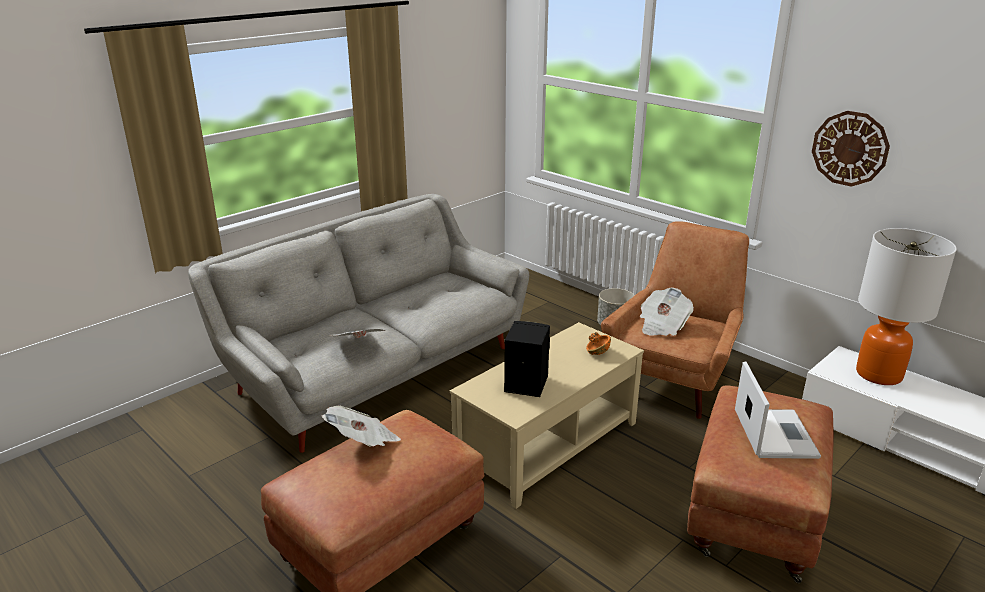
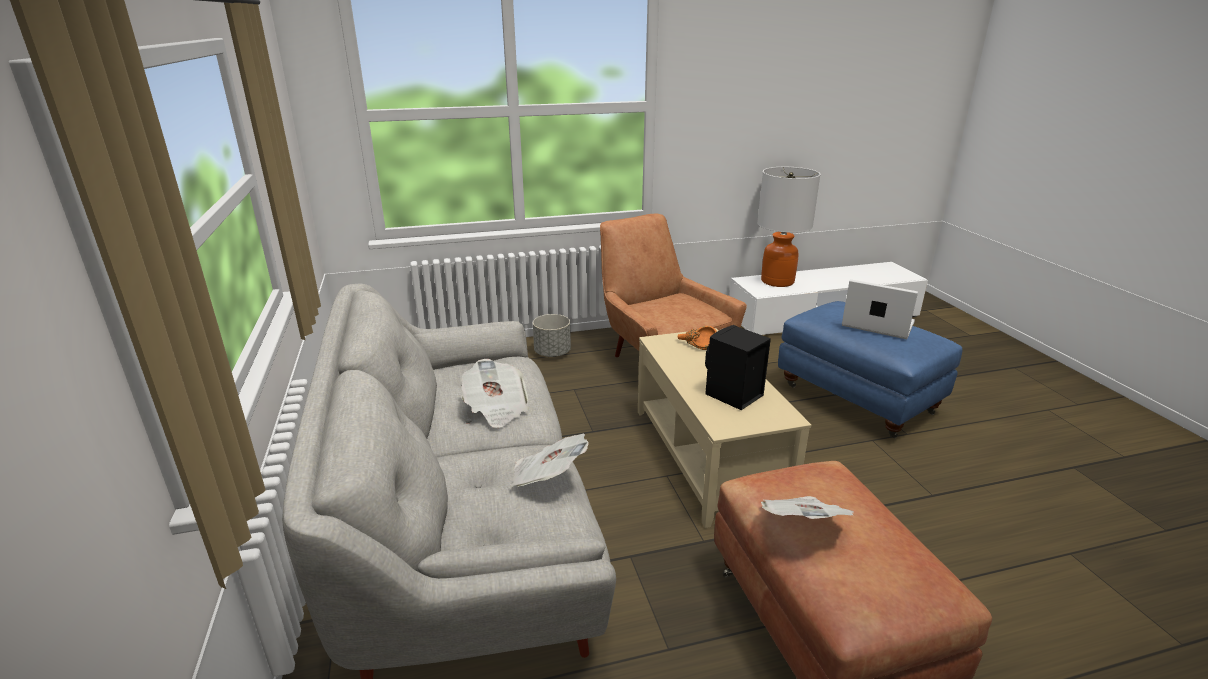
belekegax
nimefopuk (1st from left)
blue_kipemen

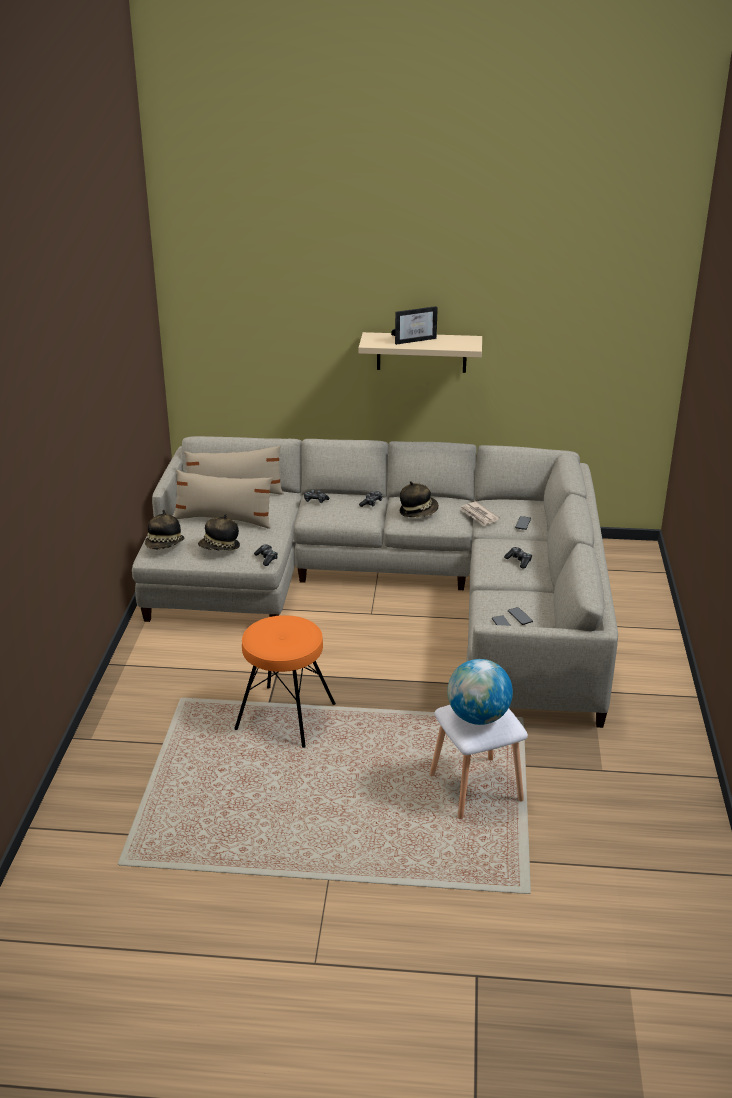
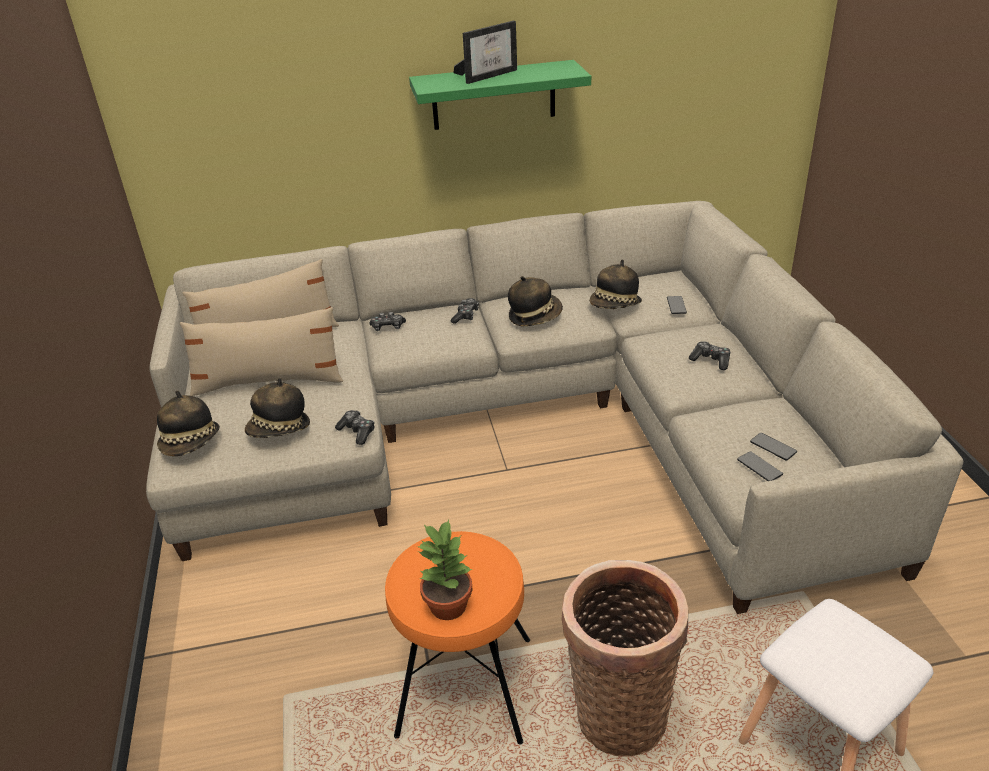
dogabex
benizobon
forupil
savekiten (4th from left)
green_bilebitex

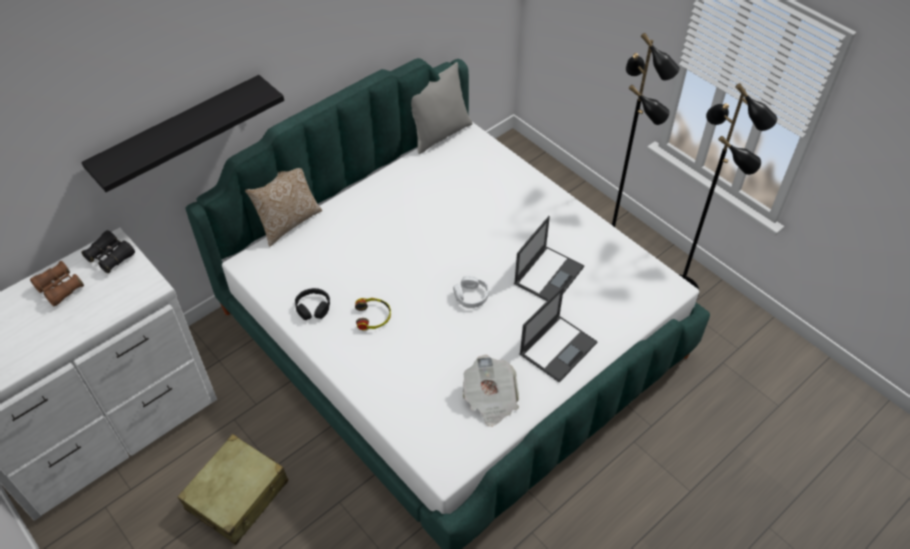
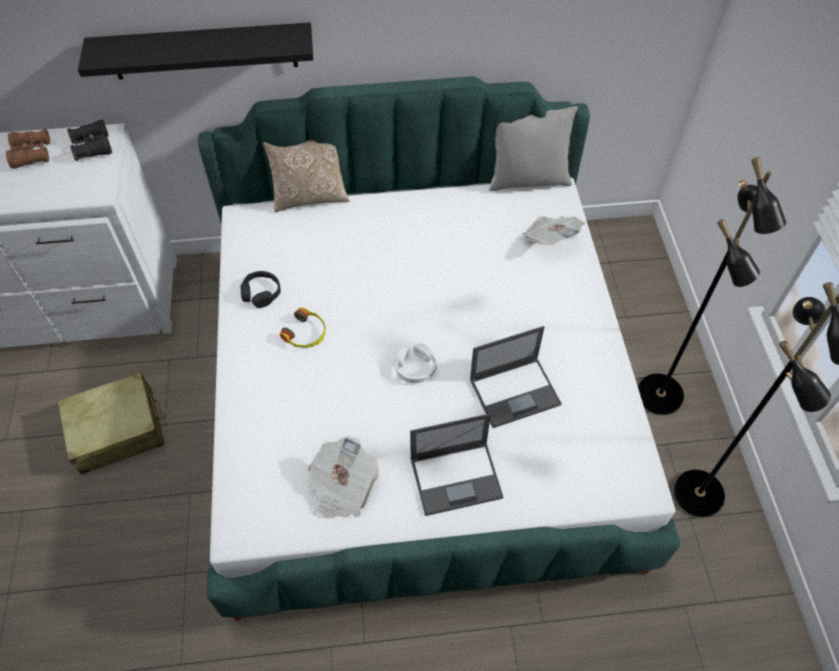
nimefopuk (2nd from left)

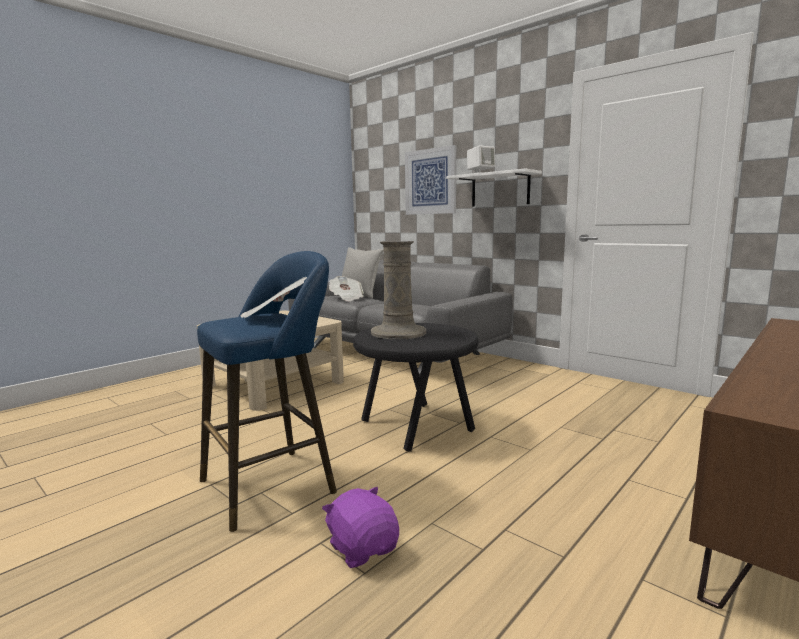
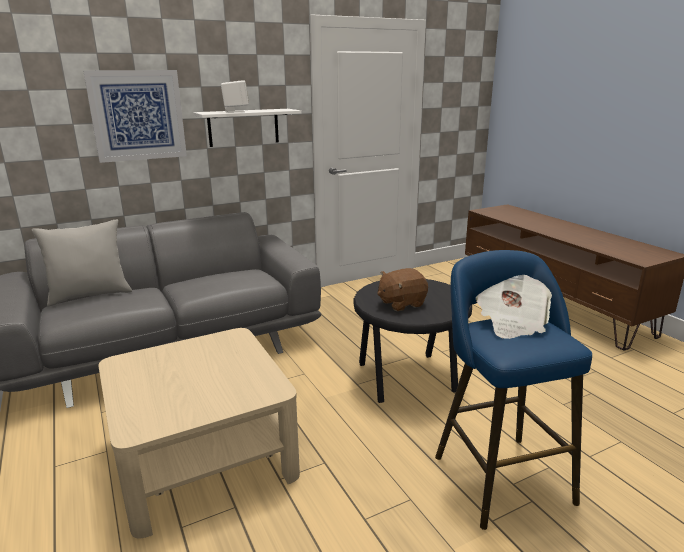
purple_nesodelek
nimefopuk (2nd from left in the first image)
brown_nesodelek

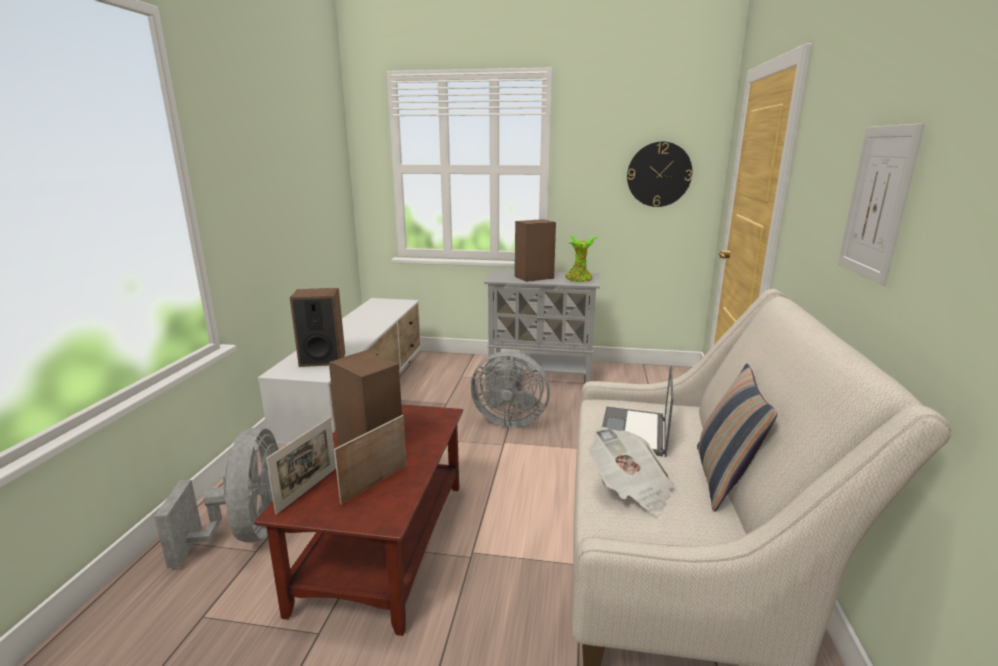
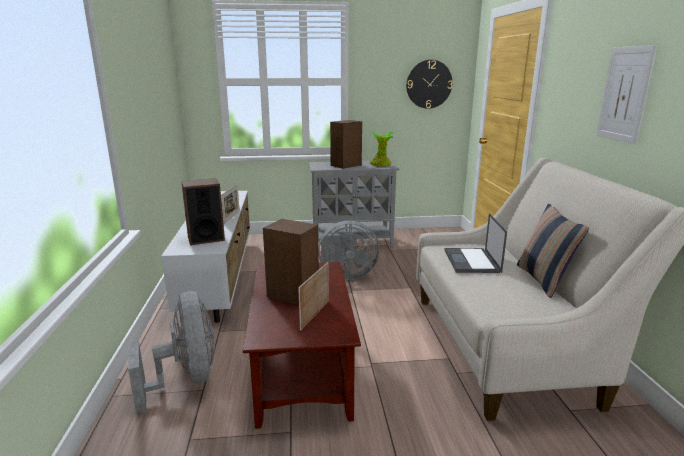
nimefopuk
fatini (1st from left)

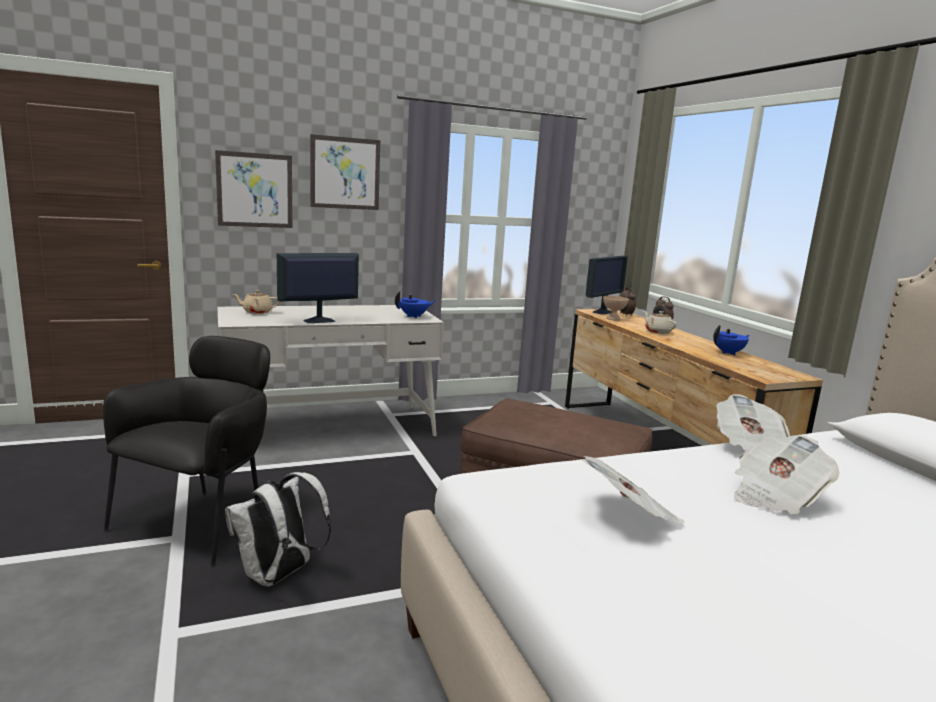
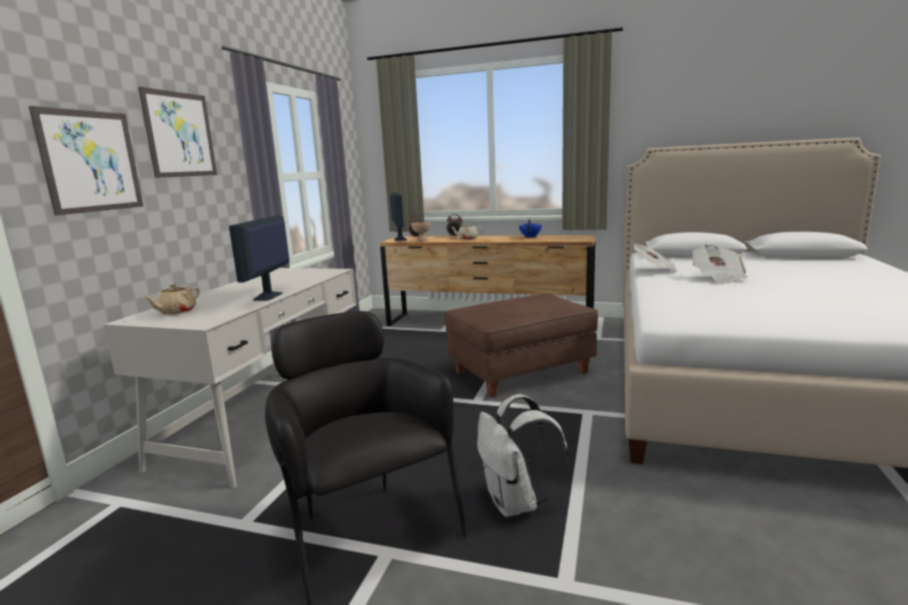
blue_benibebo (1st from left in the first image)
nimefopuk (1st from left in the first image)

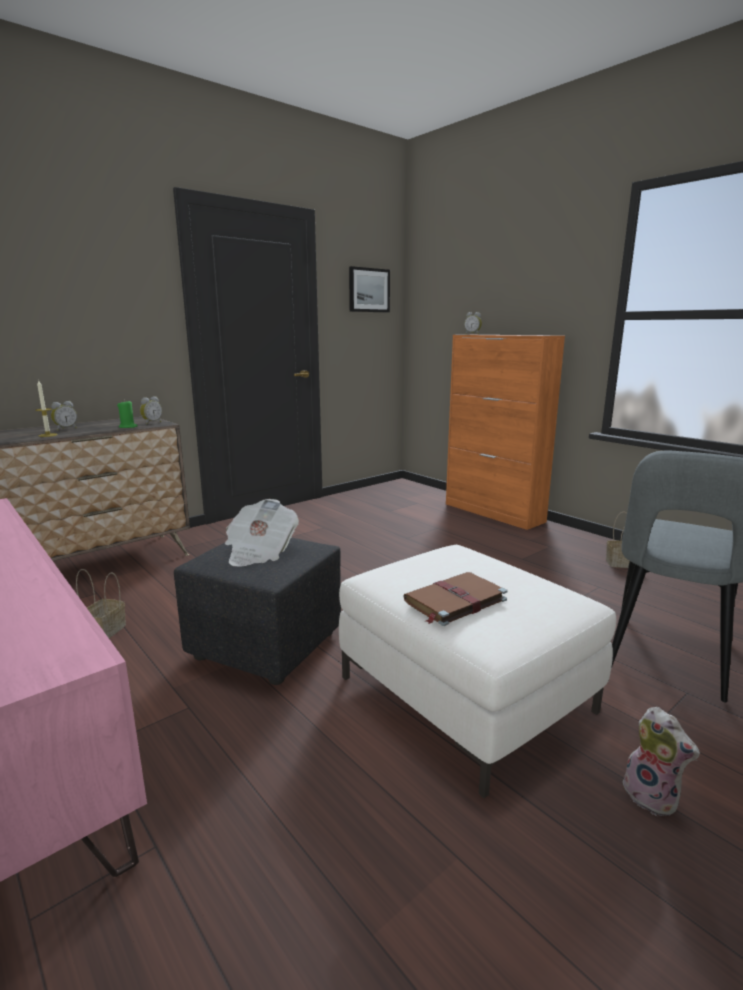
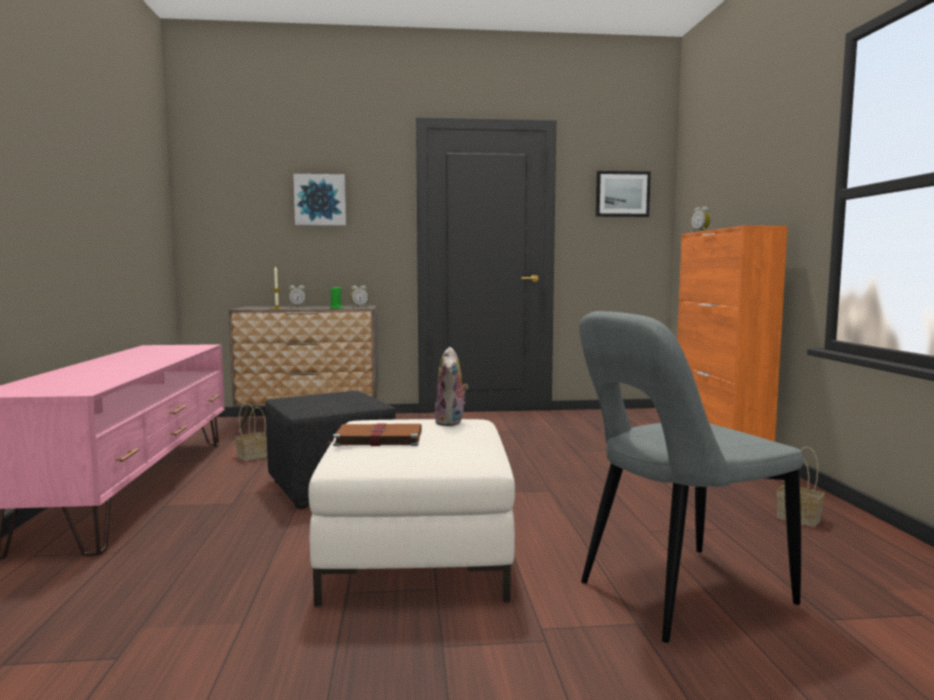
nimefopuk
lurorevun (1st from left)
nesodelek

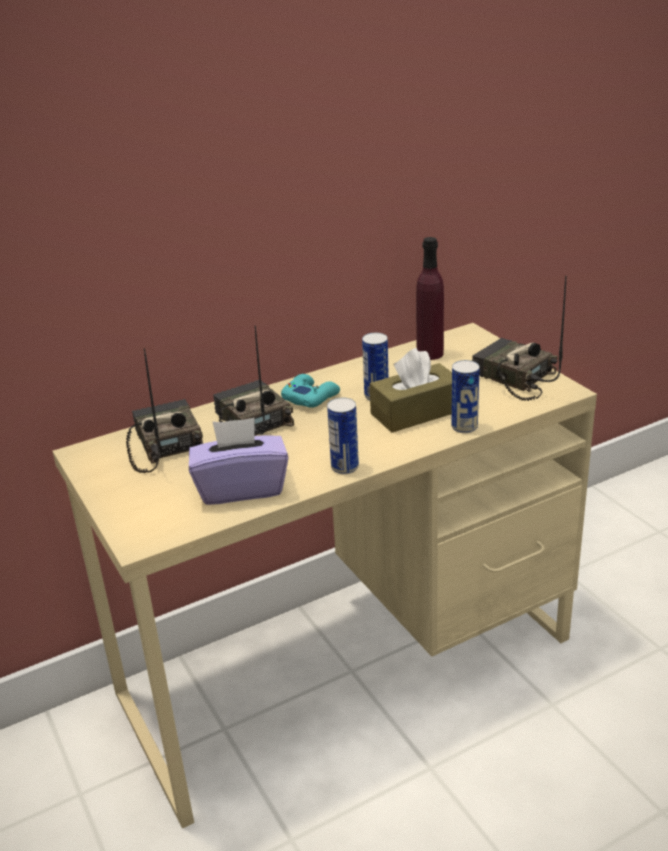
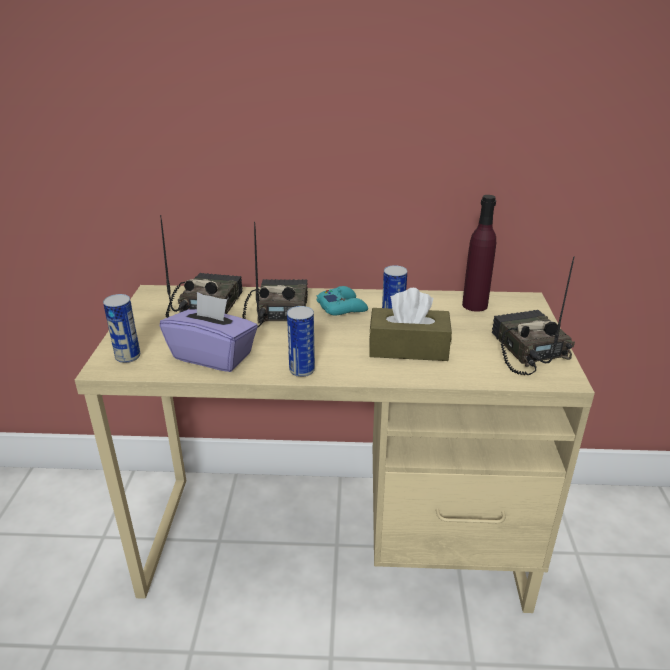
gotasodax (1st from left)

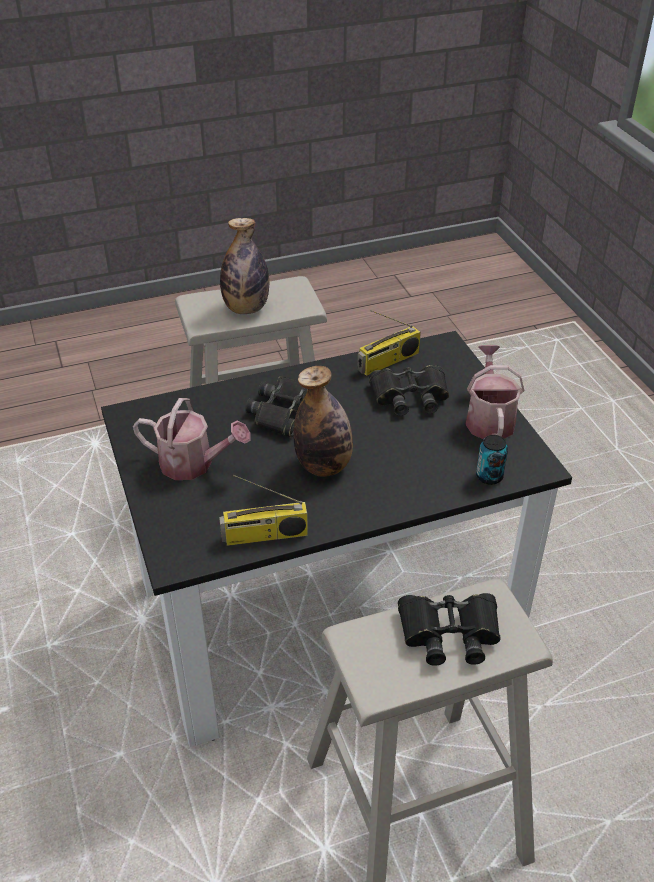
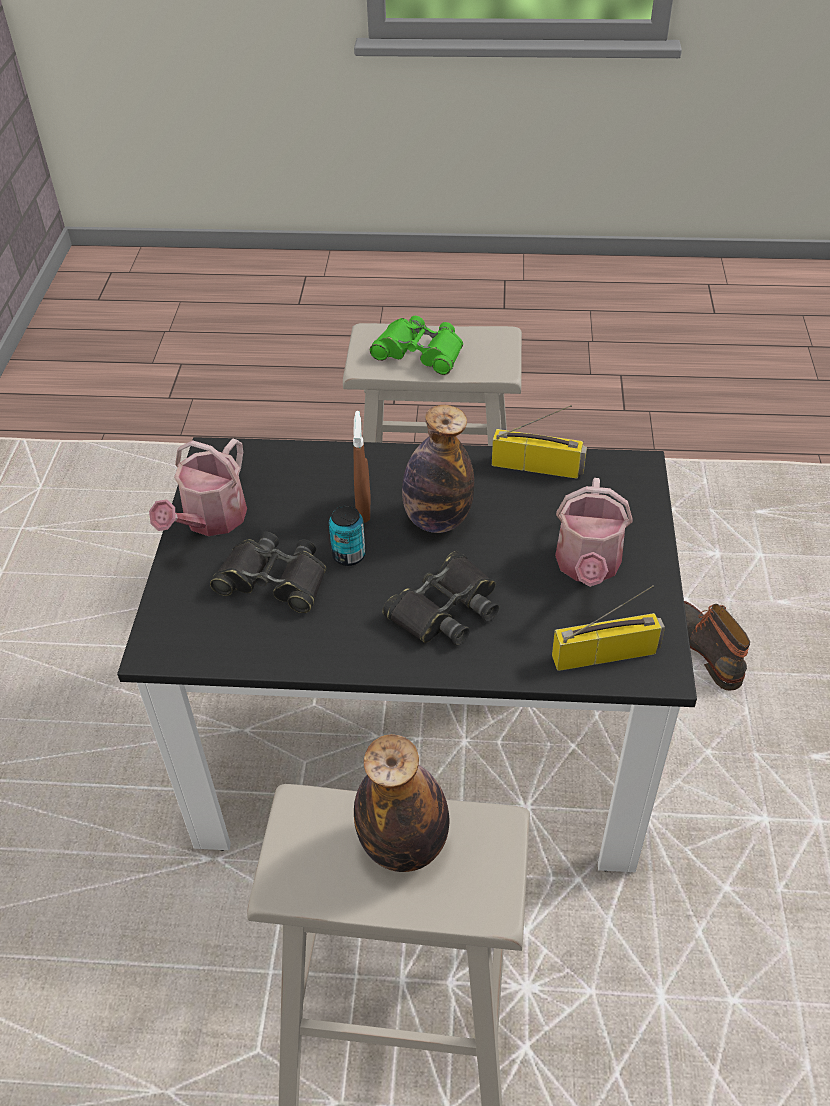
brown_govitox
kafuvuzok
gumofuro (2nd from left)
gotasodax
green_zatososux
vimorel (2nd from left)

